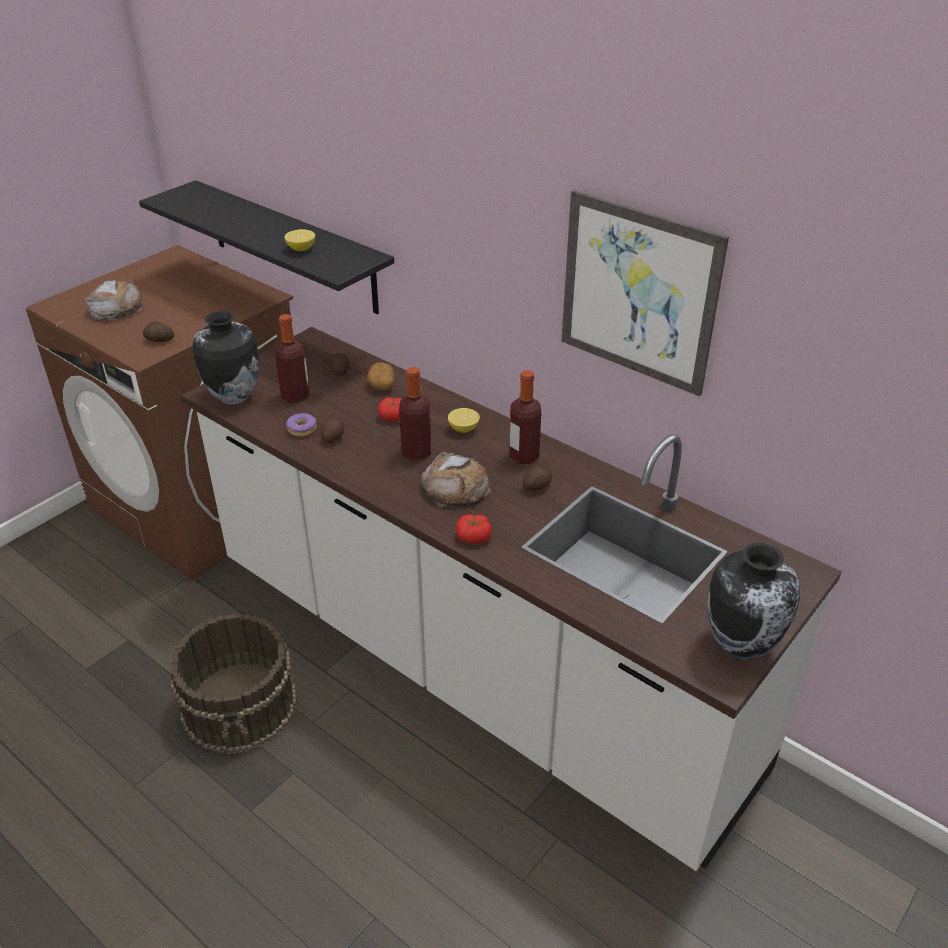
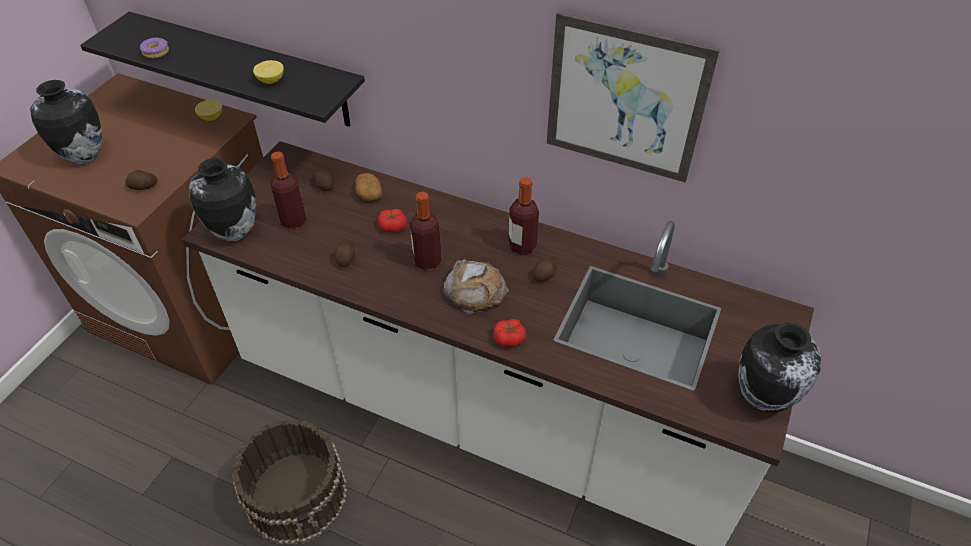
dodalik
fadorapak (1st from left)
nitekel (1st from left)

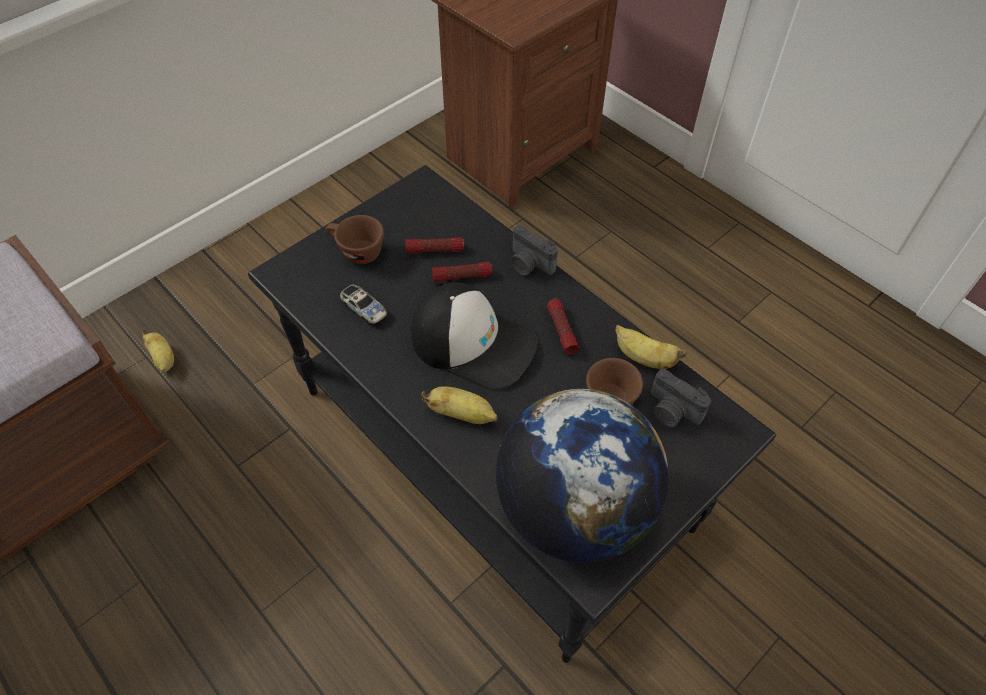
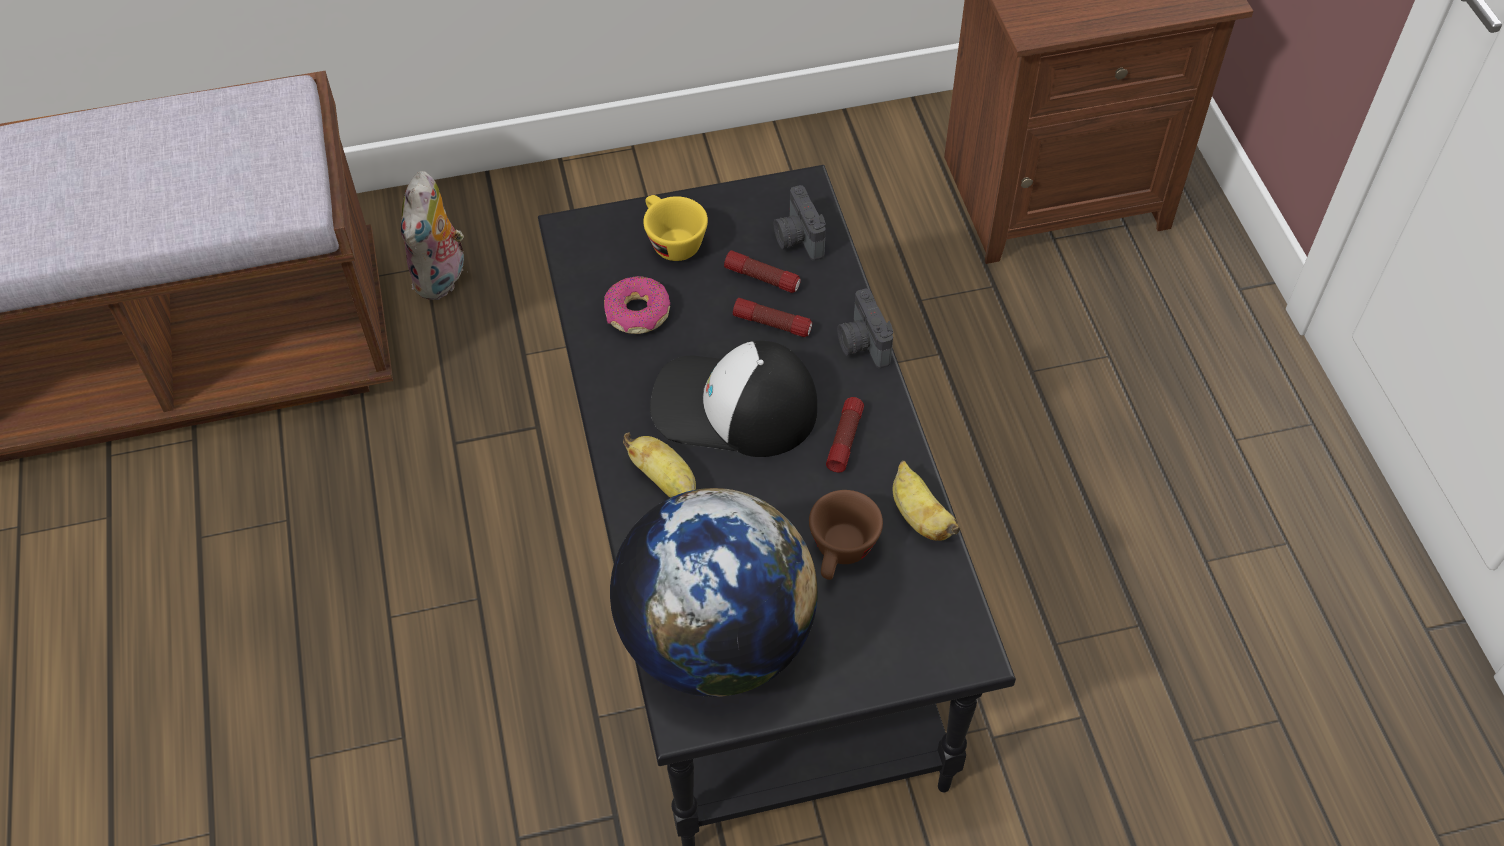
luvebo (1st from left)
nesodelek
dodalik
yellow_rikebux
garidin

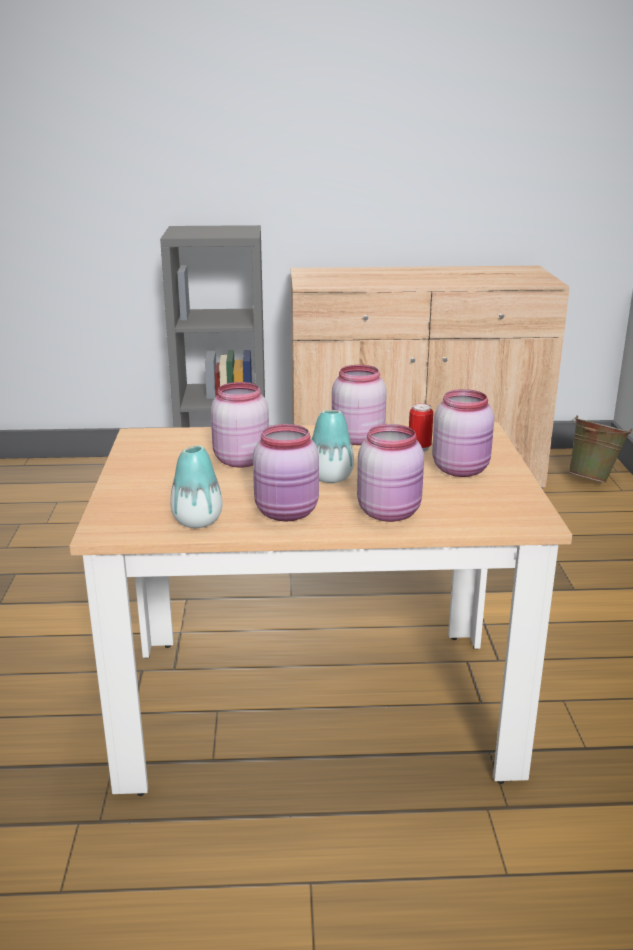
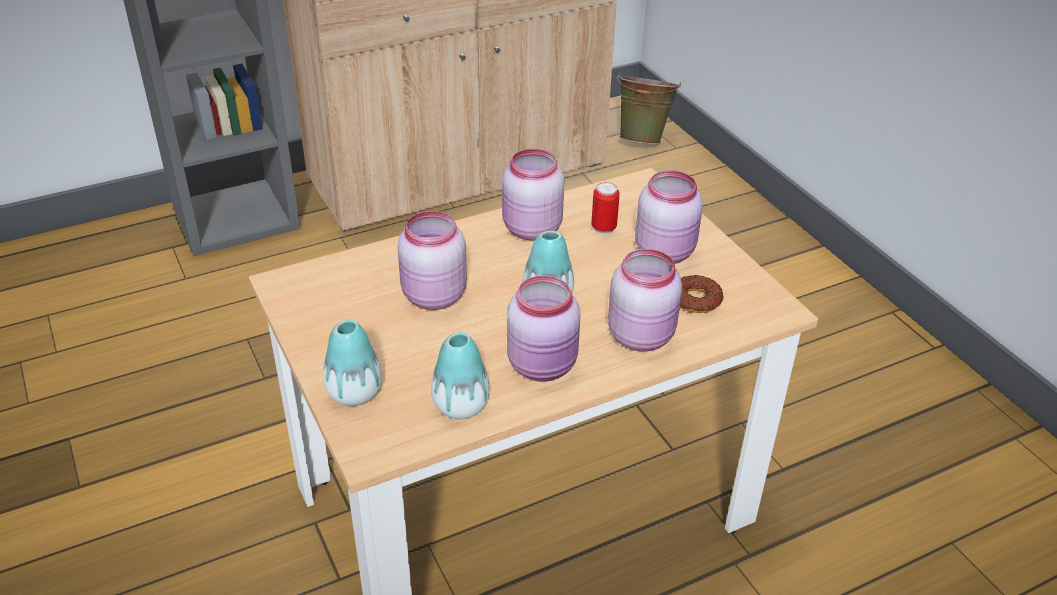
nitekel (1st from left)
dodalik

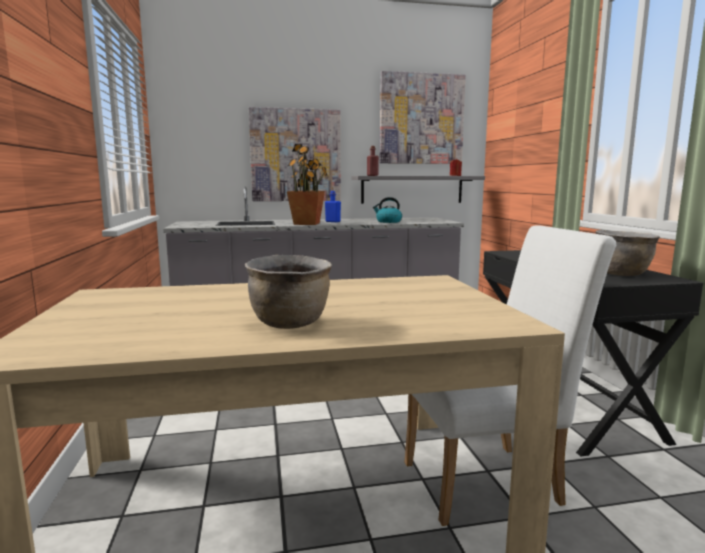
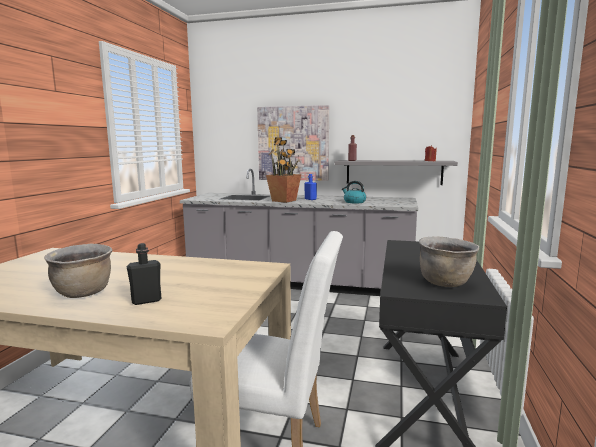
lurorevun (2nd from left in the first image)
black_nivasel

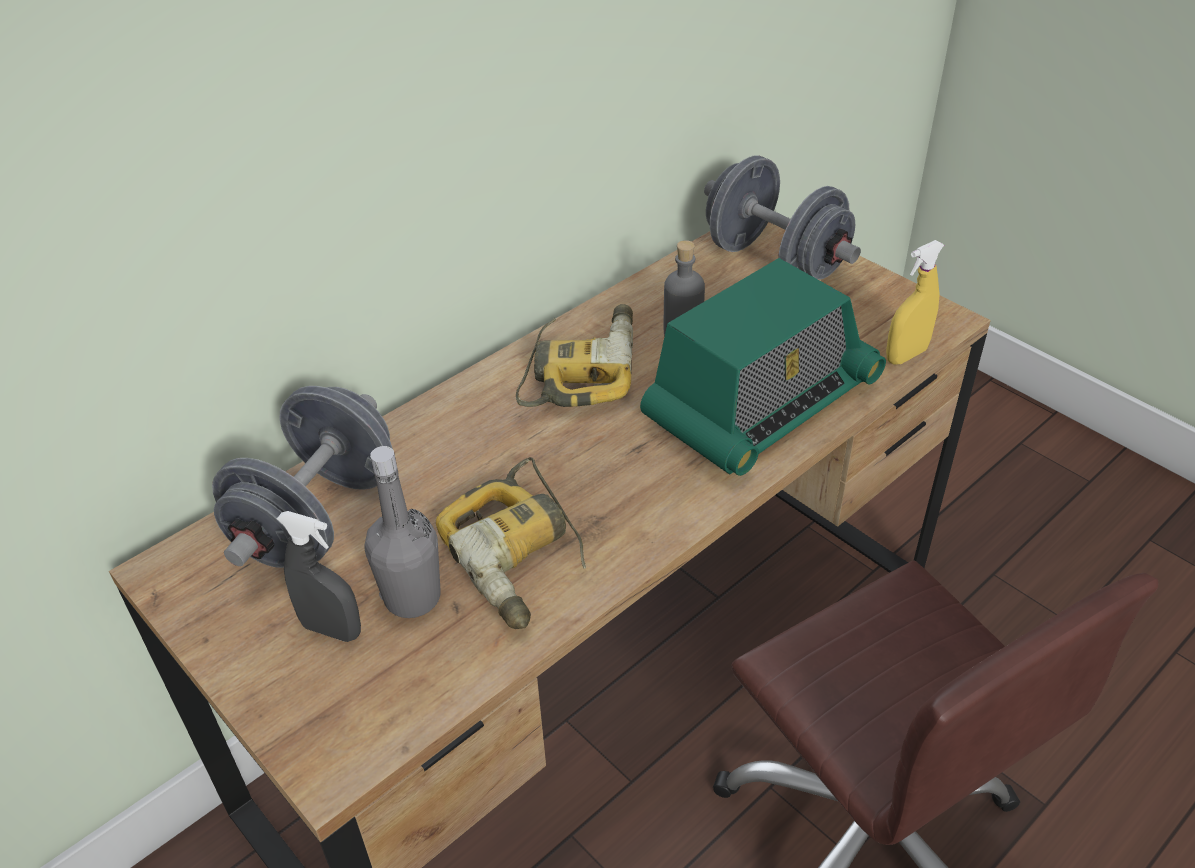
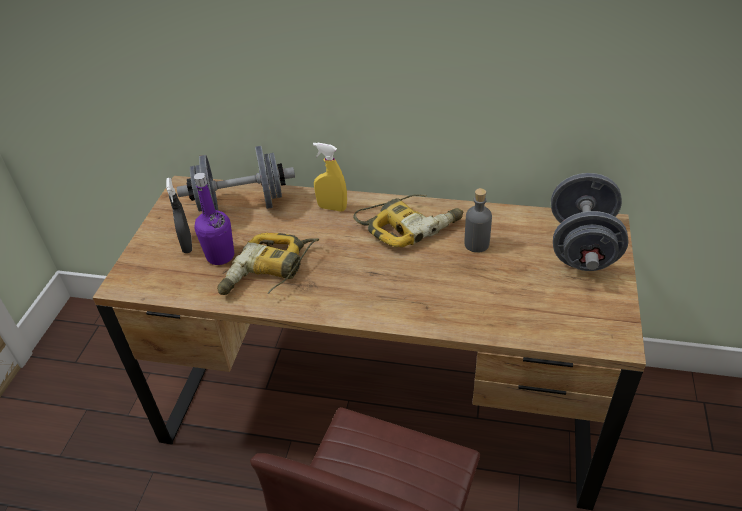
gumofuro
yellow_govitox
purple_nivasel

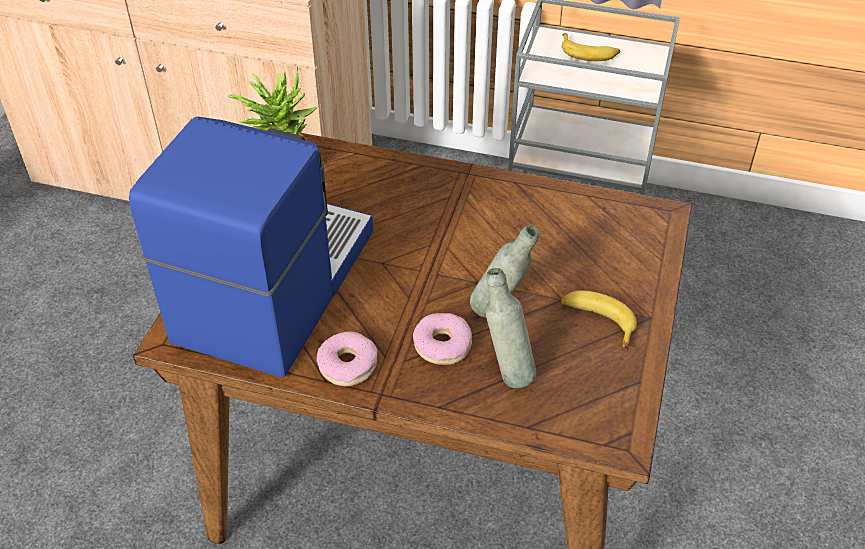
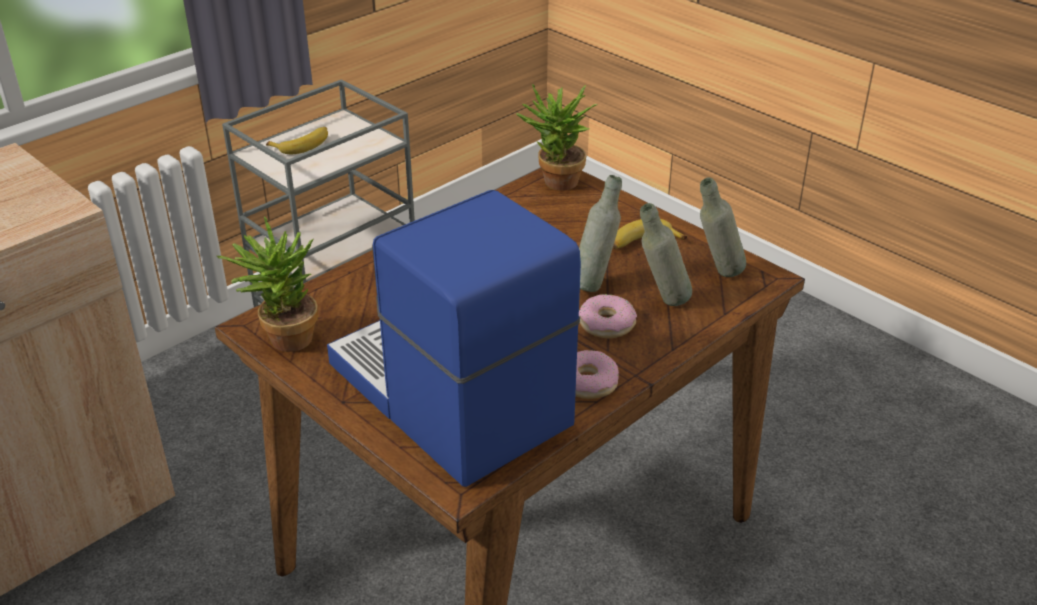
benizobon (2nd from left)
grey_nivasel (3rd from left)

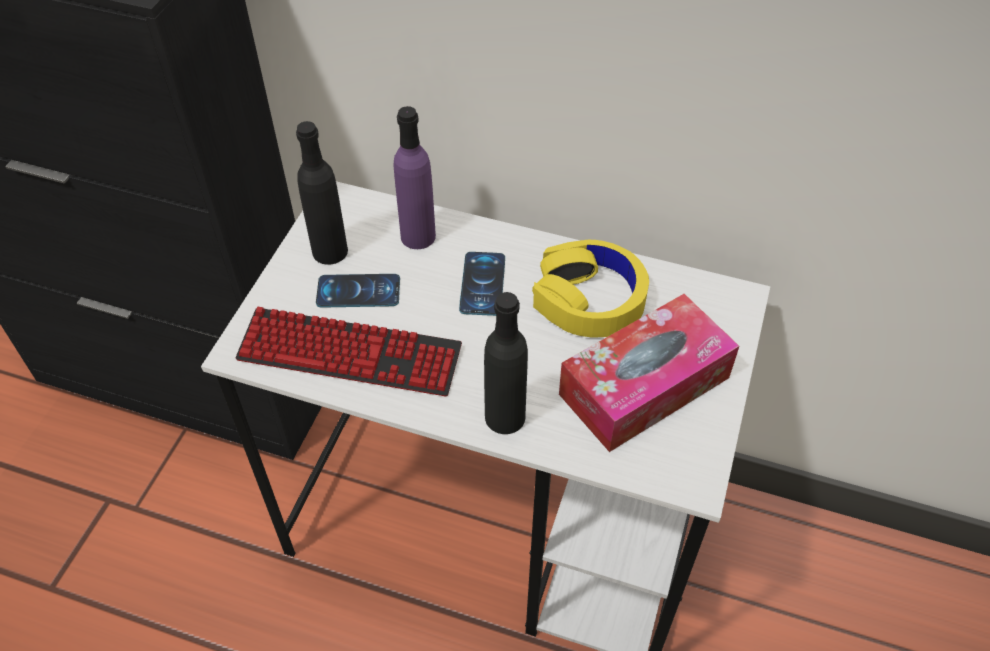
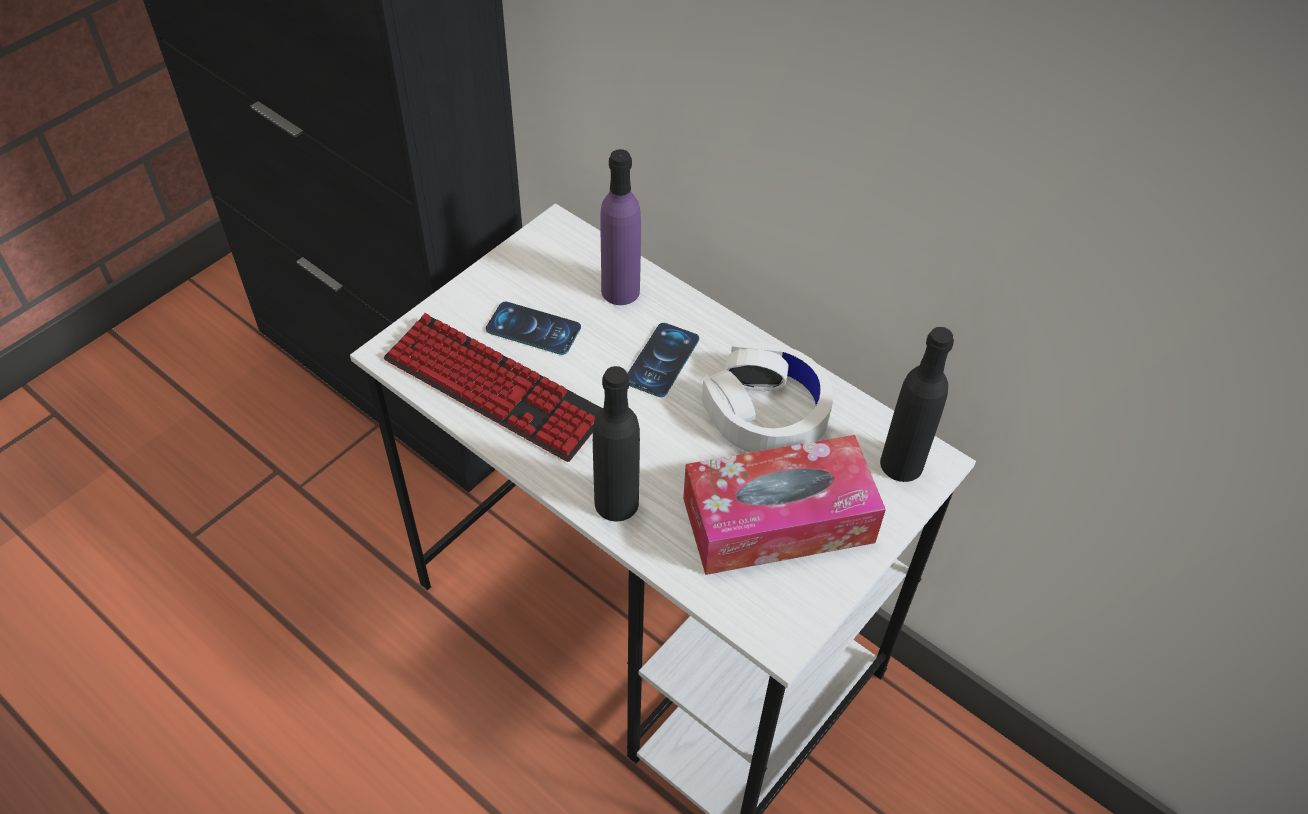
black_nivasel (2nd from left)
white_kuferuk

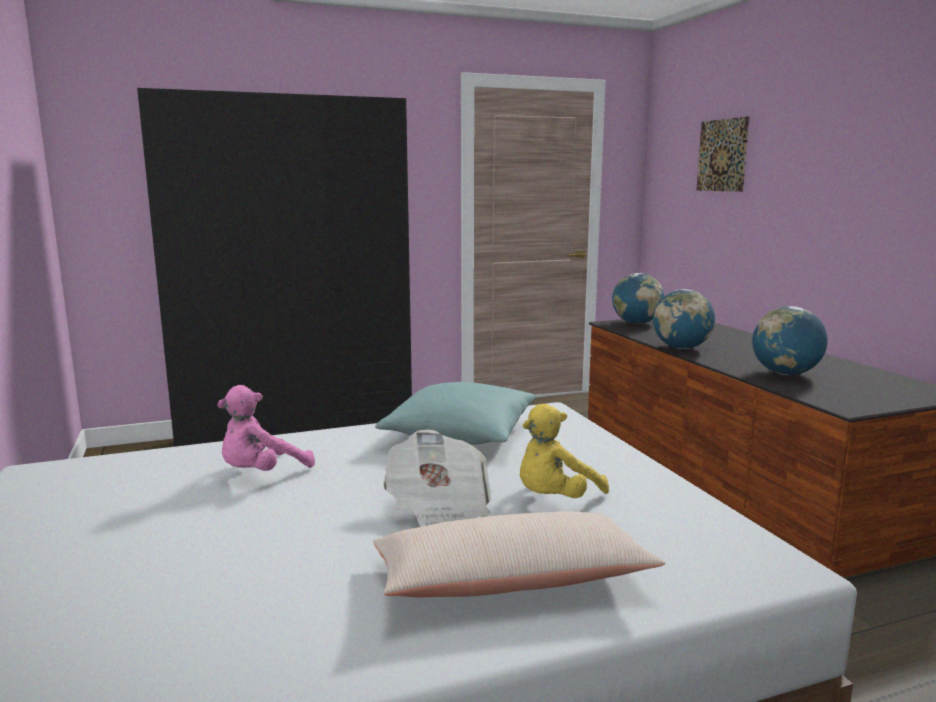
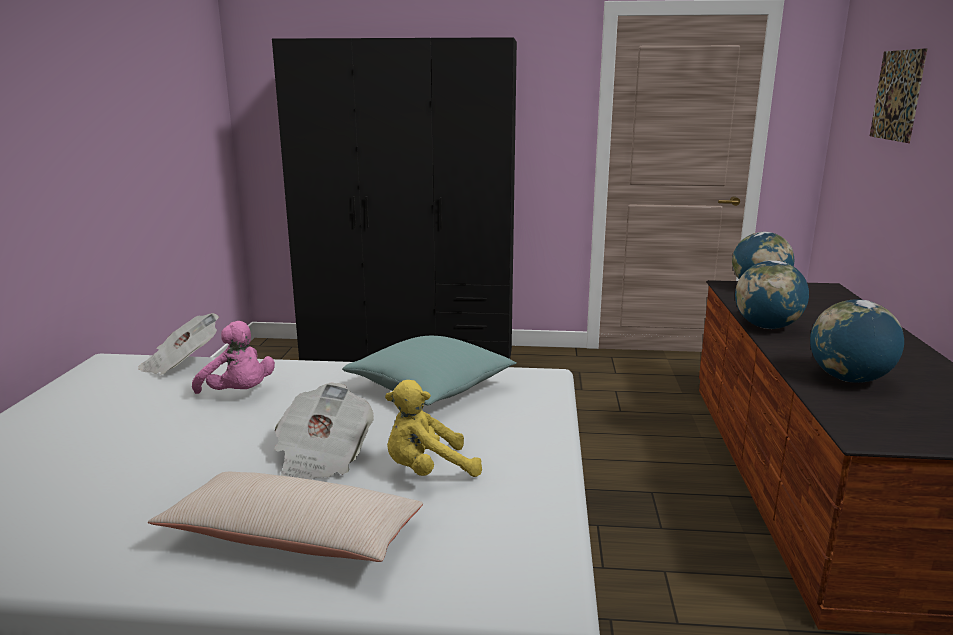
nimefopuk (1st from left)
pink_nesodelek

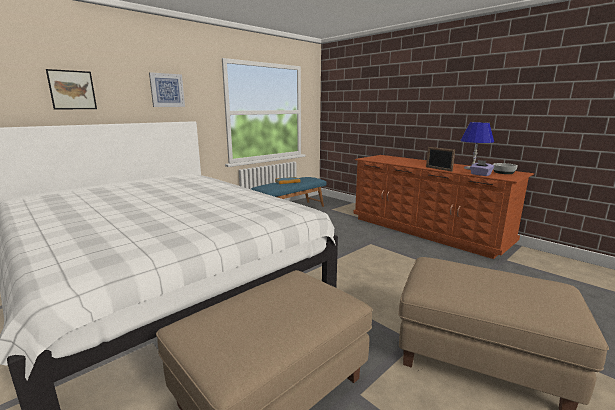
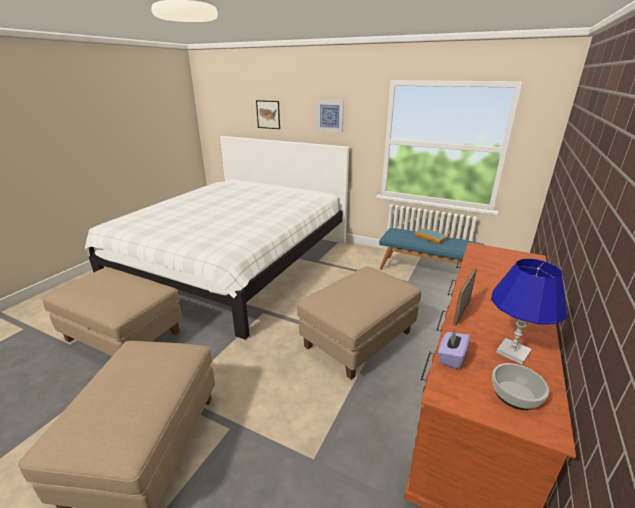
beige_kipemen (3rd from left)

